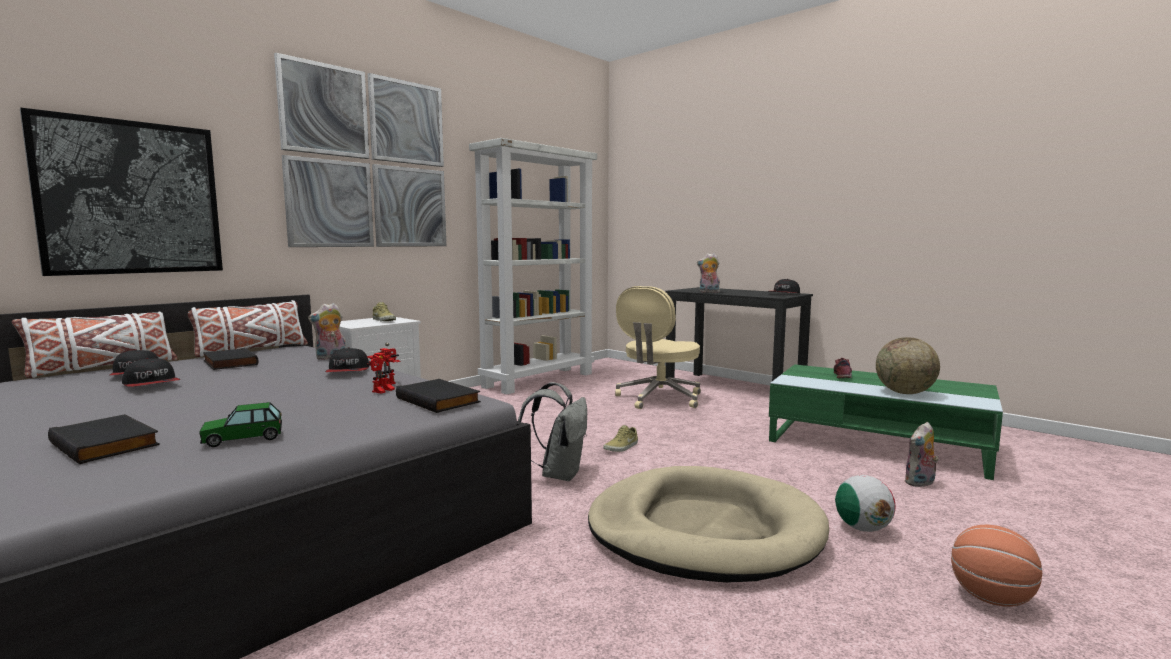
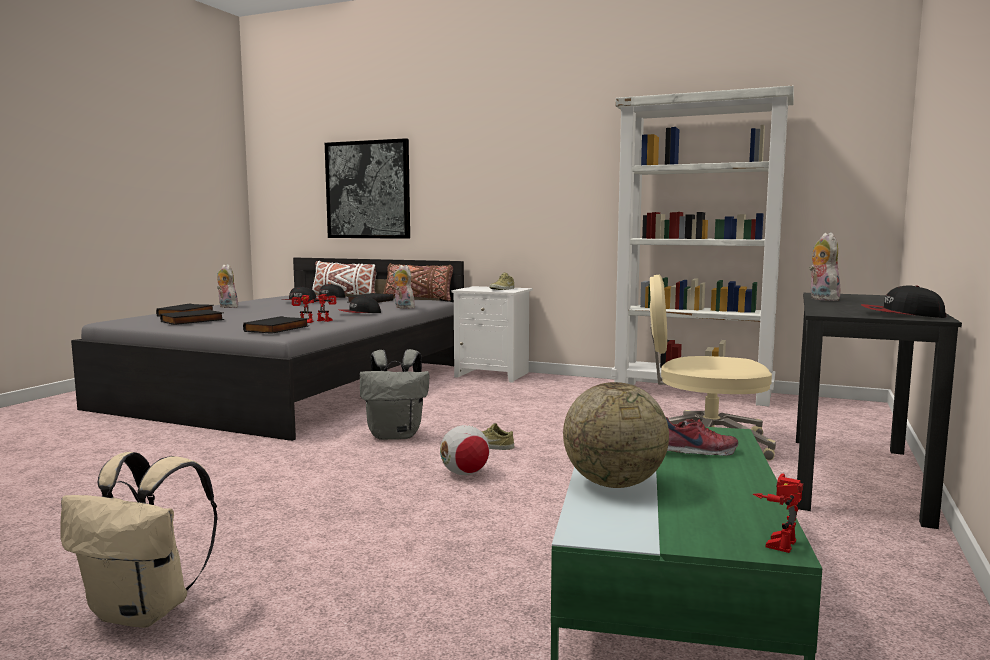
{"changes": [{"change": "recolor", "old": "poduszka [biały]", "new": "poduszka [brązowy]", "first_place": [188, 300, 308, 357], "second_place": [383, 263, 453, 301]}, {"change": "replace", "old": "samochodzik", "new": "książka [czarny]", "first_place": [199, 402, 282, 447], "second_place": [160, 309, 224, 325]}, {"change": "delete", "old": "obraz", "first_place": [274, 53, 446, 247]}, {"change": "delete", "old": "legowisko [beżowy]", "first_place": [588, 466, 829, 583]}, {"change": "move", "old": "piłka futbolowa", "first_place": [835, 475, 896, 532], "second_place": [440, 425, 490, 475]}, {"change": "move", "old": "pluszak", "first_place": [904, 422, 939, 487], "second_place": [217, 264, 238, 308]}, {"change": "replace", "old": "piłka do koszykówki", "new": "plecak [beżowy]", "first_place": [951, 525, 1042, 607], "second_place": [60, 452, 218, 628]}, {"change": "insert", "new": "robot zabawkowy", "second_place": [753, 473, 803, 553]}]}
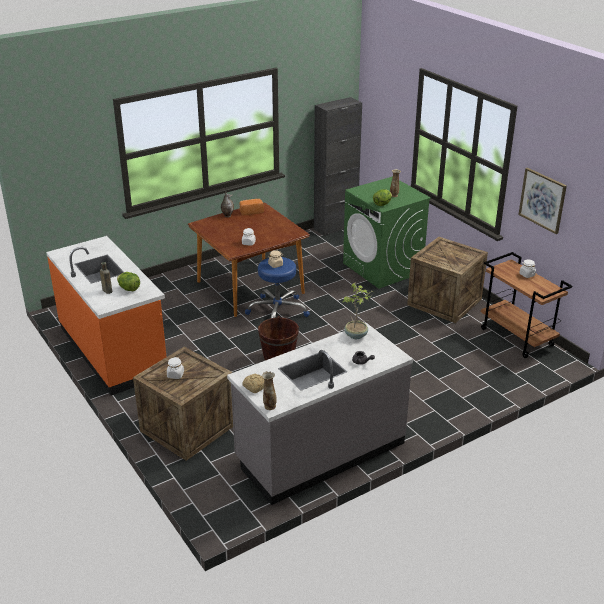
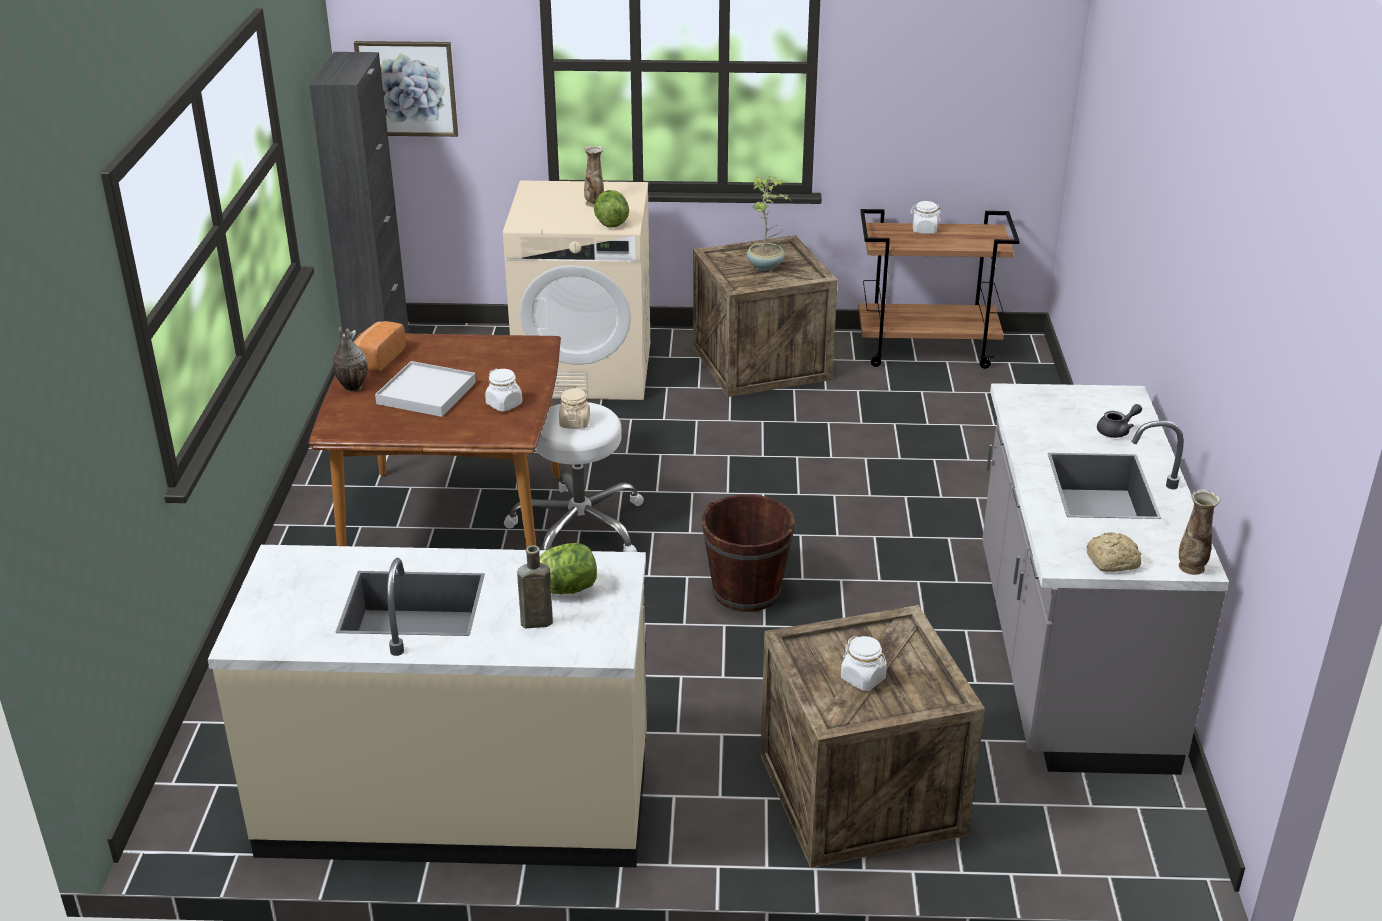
{"changes": [{"change": "recolor", "old": "zabudowa kuchenna [pomarańczowy]", "new": "zabudowa kuchenna [beżowy]", "first_place": [46, 236, 166, 396], "second_place": [208, 545, 647, 867]}, {"change": "recolor", "old": "stołek [niebieski]", "new": "stołek [biały]", "first_place": [245, 257, 310, 318], "second_place": [504, 402, 644, 552]}, {"change": "move", "old": "roślina doniczkowa", "first_place": [342, 282, 374, 339], "second_place": [747, 176, 789, 270]}, {"change": "recolor", "old": "pralka [zielony]", "new": "pralka [beżowy]", "first_place": [343, 176, 431, 289], "second_place": [503, 180, 650, 400]}, {"change": "move", "old": "obraz", "first_place": [518, 168, 567, 234], "second_place": [354, 41, 458, 137]}, {"change": "insert", "new": "taca [biały]", "second_place": [375, 361, 476, 417]}]}
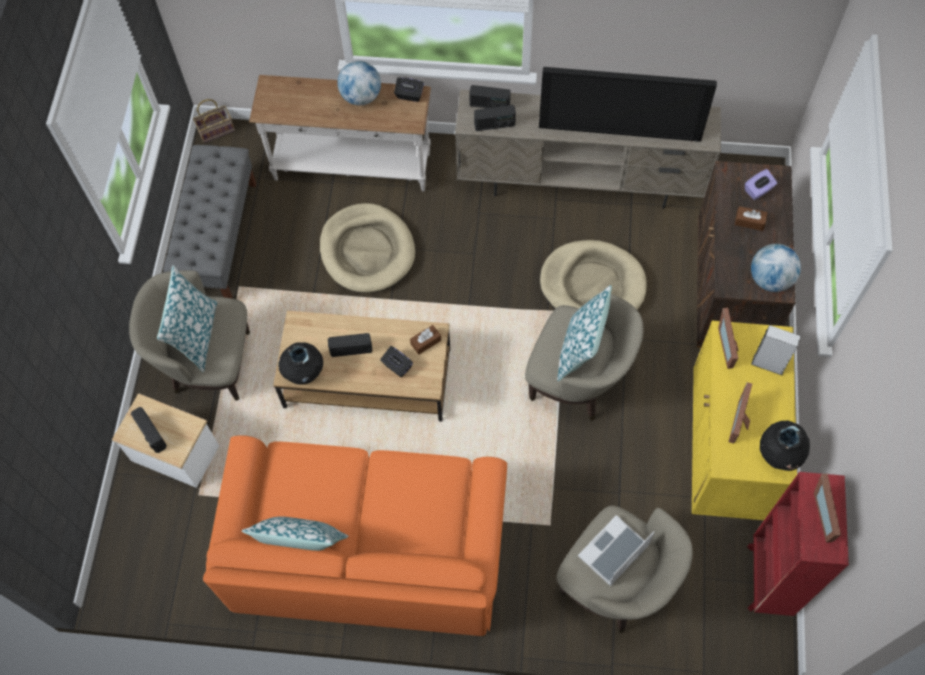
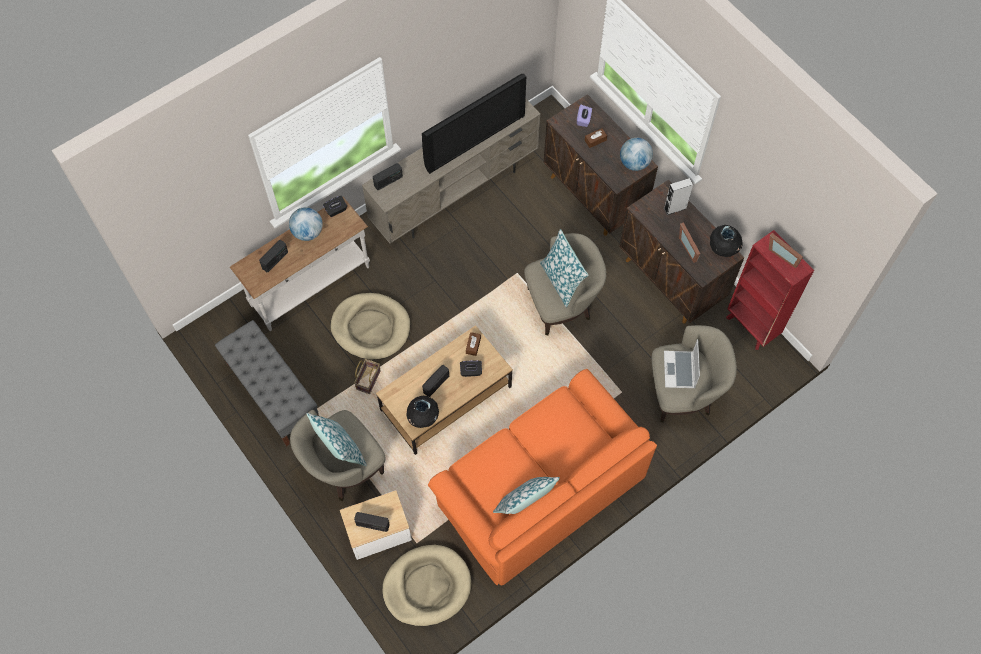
{"changes": [{"change": "move", "old": "koszyk", "first_place": [193, 99, 235, 143], "second_place": [354, 359, 381, 394]}, {"change": "move", "old": "radio", "first_place": [474, 105, 516, 131], "second_place": [259, 240, 288, 272]}, {"change": "move", "old": "legowisko [beżowy]", "first_place": [540, 240, 647, 310], "second_place": [382, 545, 471, 626]}, {"change": "recolor", "old": "szafka [żółty]", "new": "szafka [brązowy]", "first_place": [692, 321, 797, 520], "second_place": [619, 180, 744, 324]}, {"change": "delete", "old": "ramka na zdjęcie", "first_place": [718, 308, 739, 369]}]}
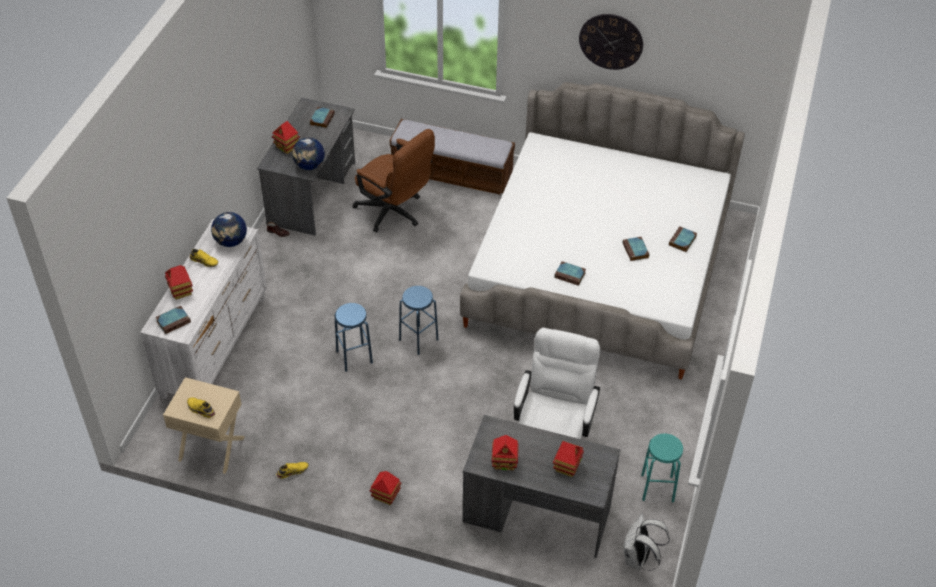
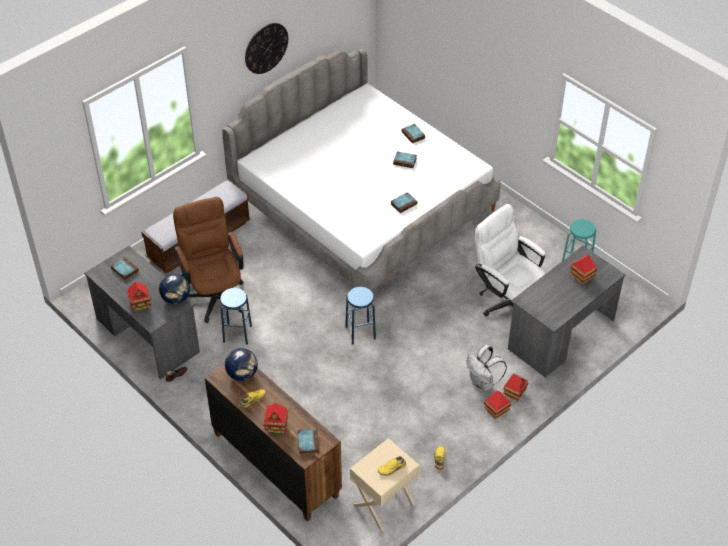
{"changes": [{"change": "recolor", "old": "komoda [biały]", "new": "komoda [brązowy]", "first_place": [140, 219, 267, 399], "second_place": [205, 364, 342, 522]}, {"change": "move", "old": "stołek [niebieski]", "first_place": [335, 303, 373, 372], "second_place": [220, 288, 252, 345]}, {"change": "rotate", "old": "krzesło biurowe [brązowy]", "first_place": [353, 129, 435, 232], "second_place": [173, 197, 244, 323], "degrees": -90}, {"change": "move", "old": "domek", "first_place": [491, 435, 519, 470], "second_place": [503, 374, 528, 402]}, {"change": "move", "old": "plecak [biały]", "first_place": [623, 514, 670, 571], "second_place": [466, 345, 507, 392]}]}
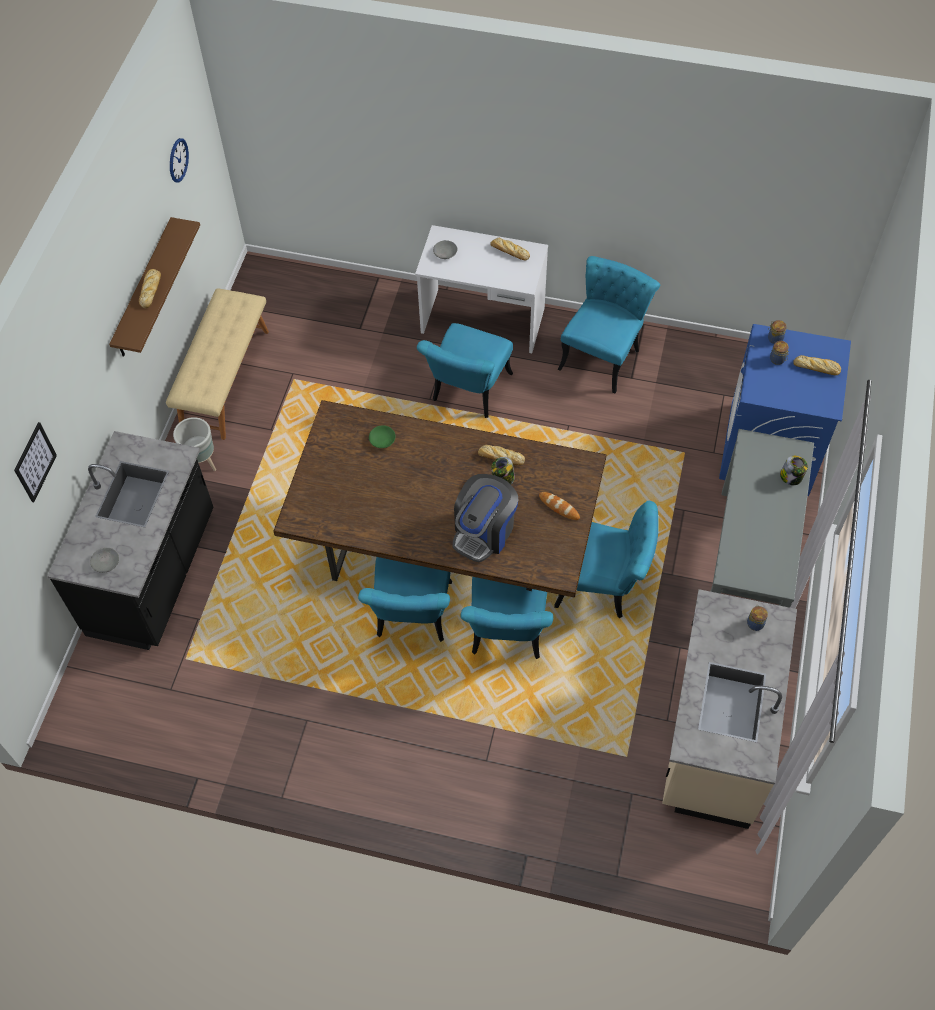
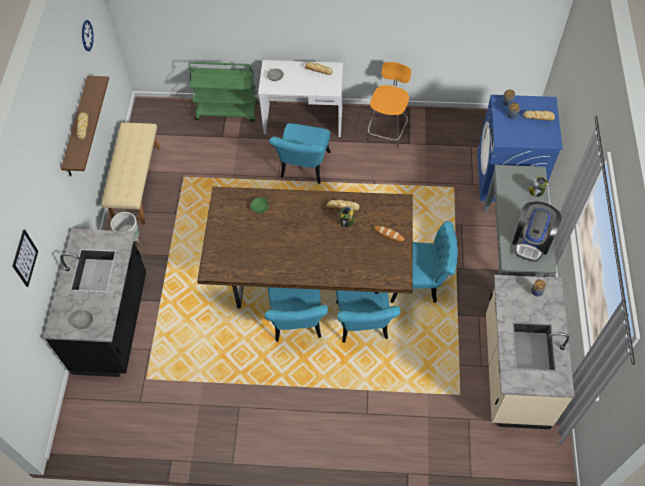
{"changes": [{"change": "move", "old": "ekspres do kawy", "first_place": [453, 474, 518, 562], "second_place": [512, 202, 561, 262]}, {"change": "replace", "old": "krzesło [turkusowy]", "new": "stołek [pomarańczowy]", "first_place": [558, 256, 660, 393], "second_place": [367, 62, 411, 148]}, {"change": "insert", "new": "wózek [zielony]", "second_place": [189, 62, 258, 122]}]}
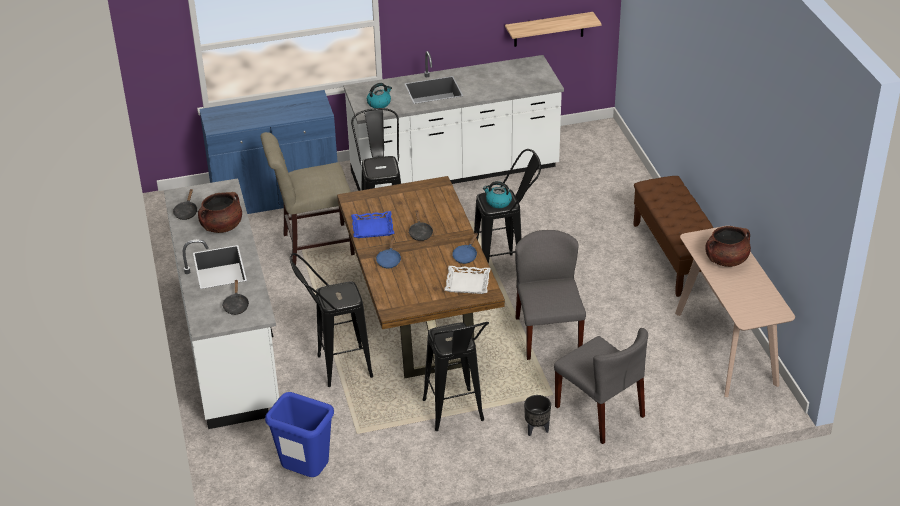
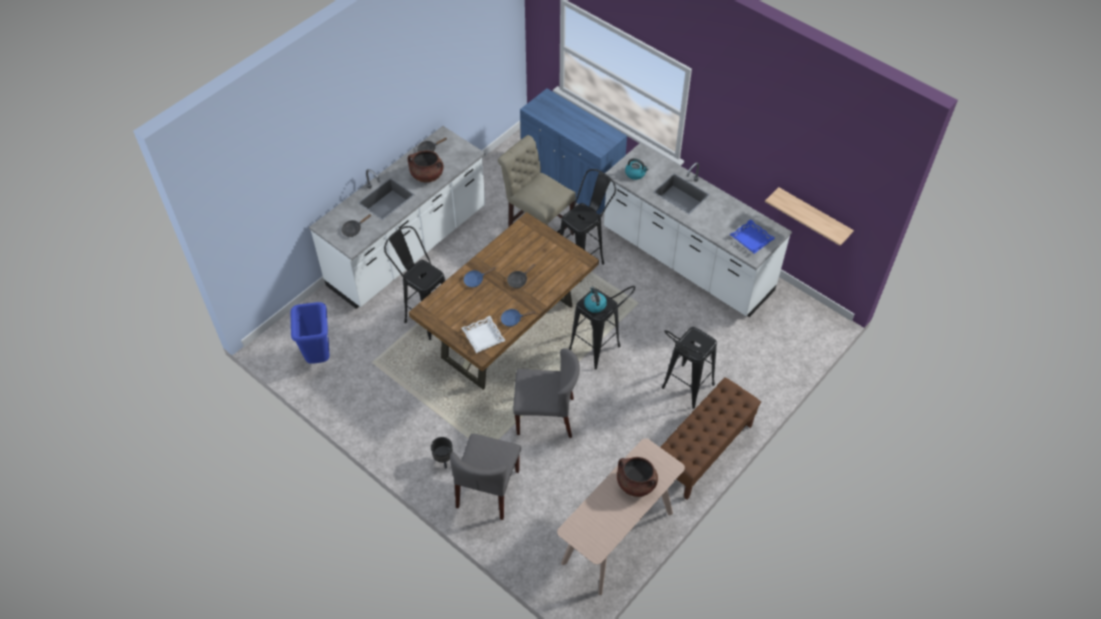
{"changes": [{"change": "move", "old": "taca [niebieski]", "first_place": [351, 211, 395, 238], "second_place": [730, 219, 775, 254]}, {"change": "move", "old": "stołek [czarny]", "first_place": [423, 322, 489, 431], "second_place": [662, 327, 717, 409]}, {"change": "rotate", "old": "krzesło [szary]", "first_place": [515, 230, 586, 360], "second_place": [513, 348, 580, 438], "degrees": 45}]}
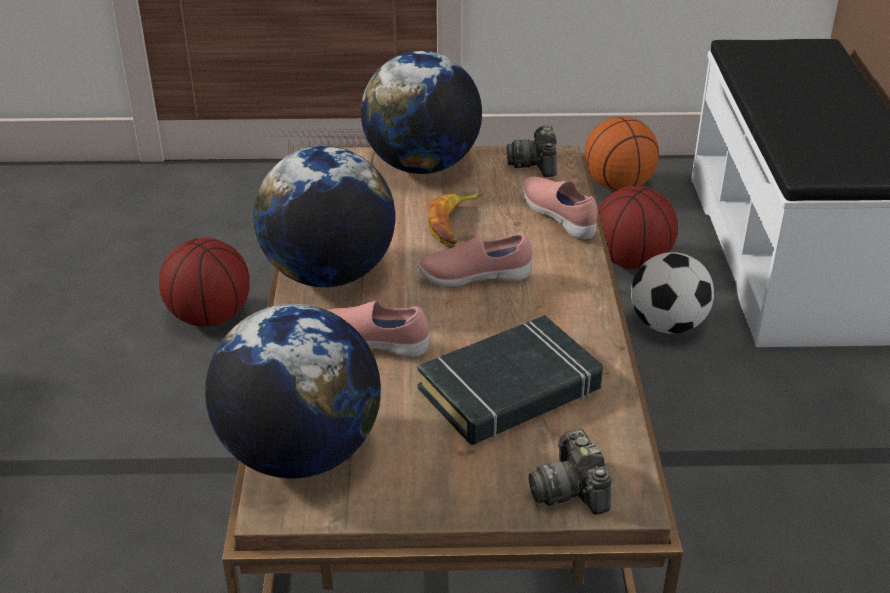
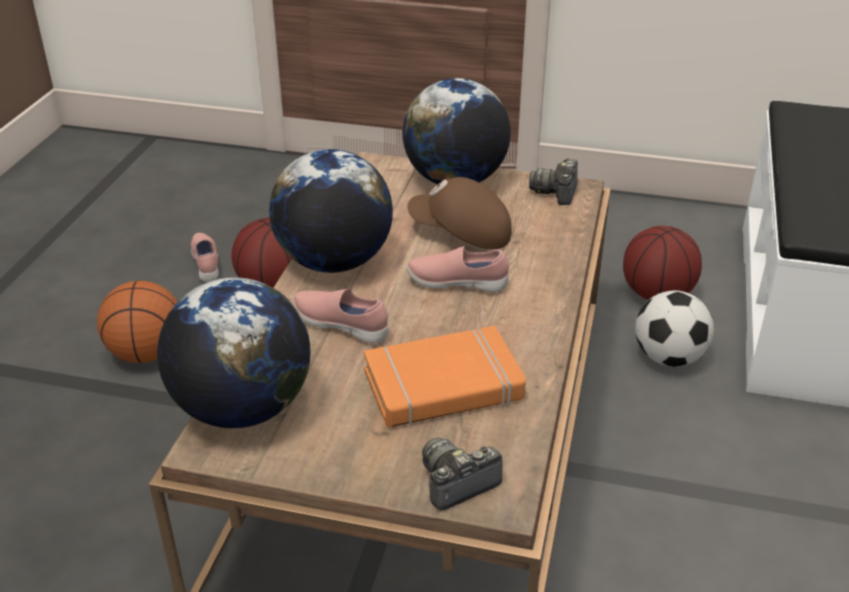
{"changes": [{"change": "recolor", "old": "książka [czarny]", "new": "książka [pomarańczowy]", "first_place": [417, 315, 603, 445], "second_place": [363, 326, 526, 428]}, {"change": "replace", "old": "banan", "new": "czapka z daszkiem [brązowy]", "first_place": [428, 194, 483, 244], "second_place": [407, 177, 512, 249]}, {"change": "move", "old": "but [różowy]", "first_place": [523, 176, 597, 239], "second_place": [191, 233, 219, 282]}, {"change": "rotate", "old": "aparat fotograficzny", "first_place": [529, 428, 611, 514], "second_place": [422, 438, 503, 511], "degrees": 60}, {"change": "move", "old": "piłka do koszykówki", "first_place": [584, 116, 659, 191], "second_place": [97, 280, 177, 363]}]}
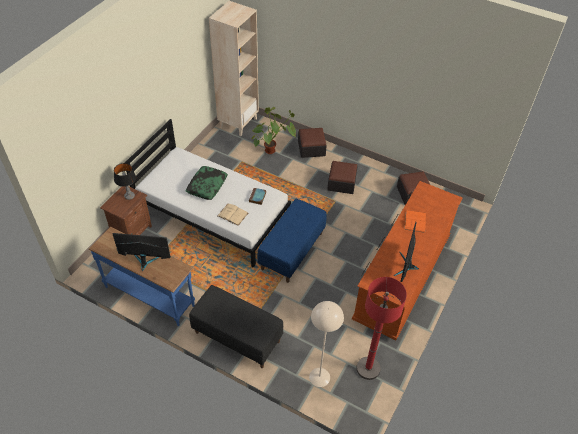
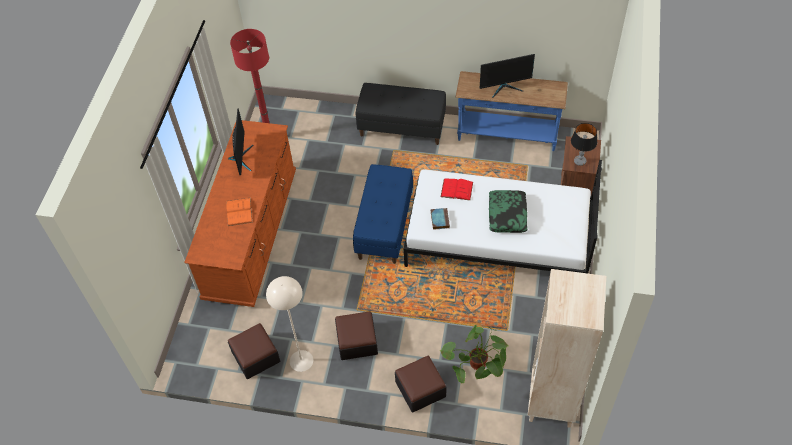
{"changes": [{"change": "recolor", "old": "książka [beżowy]", "new": "książka [czerwony]", "first_place": [218, 204, 248, 226], "second_place": [441, 179, 473, 201]}, {"change": "move", "old": "lampa stojąca [beżowy]", "first_place": [309, 301, 344, 387], "second_place": [266, 276, 313, 372]}]}
